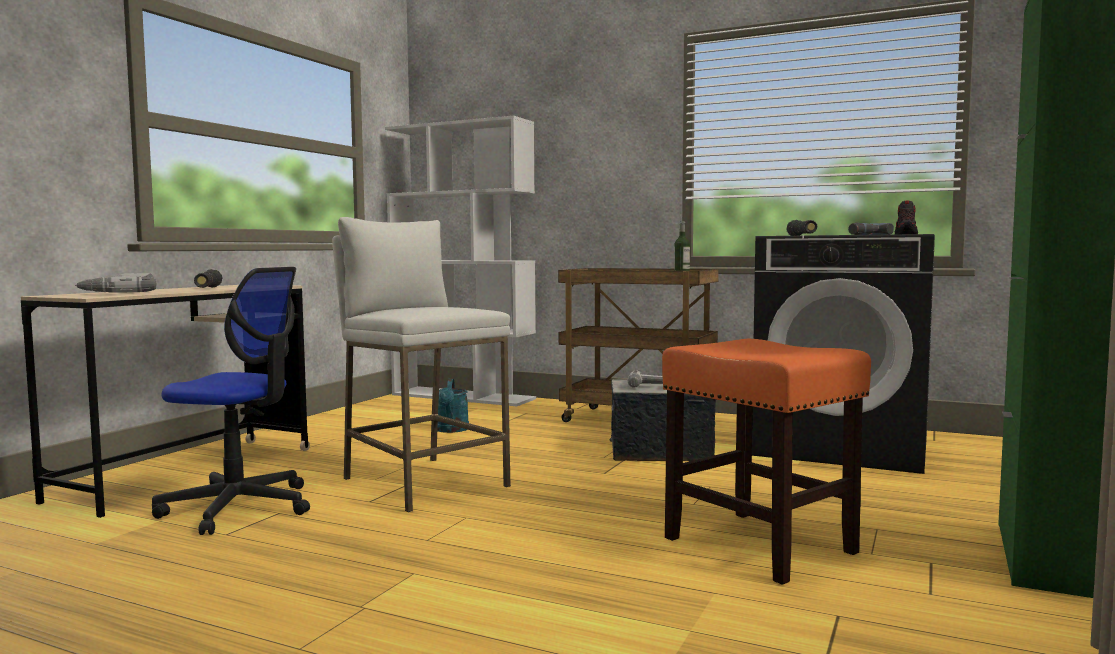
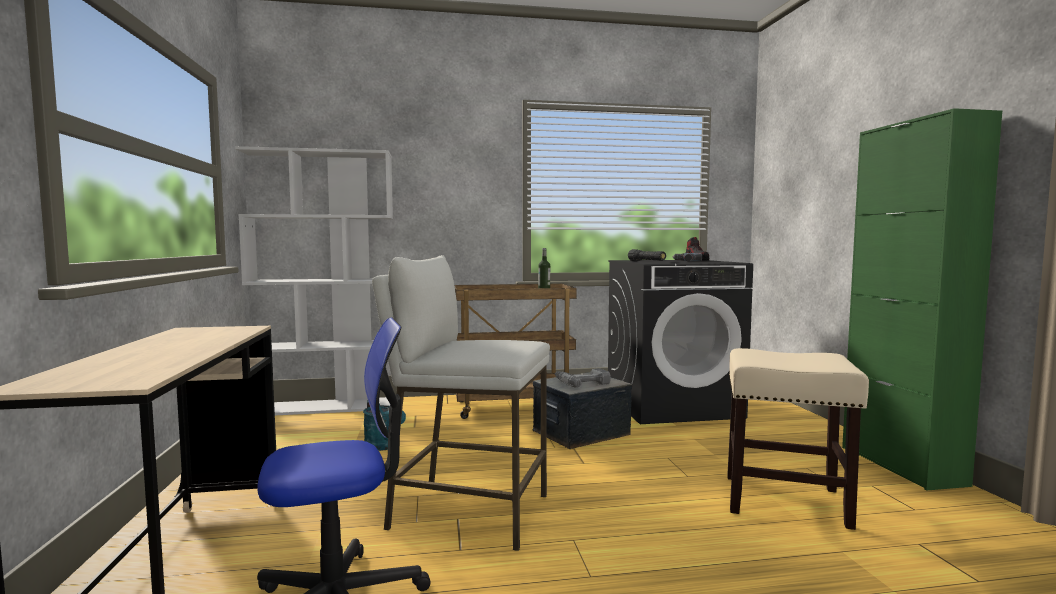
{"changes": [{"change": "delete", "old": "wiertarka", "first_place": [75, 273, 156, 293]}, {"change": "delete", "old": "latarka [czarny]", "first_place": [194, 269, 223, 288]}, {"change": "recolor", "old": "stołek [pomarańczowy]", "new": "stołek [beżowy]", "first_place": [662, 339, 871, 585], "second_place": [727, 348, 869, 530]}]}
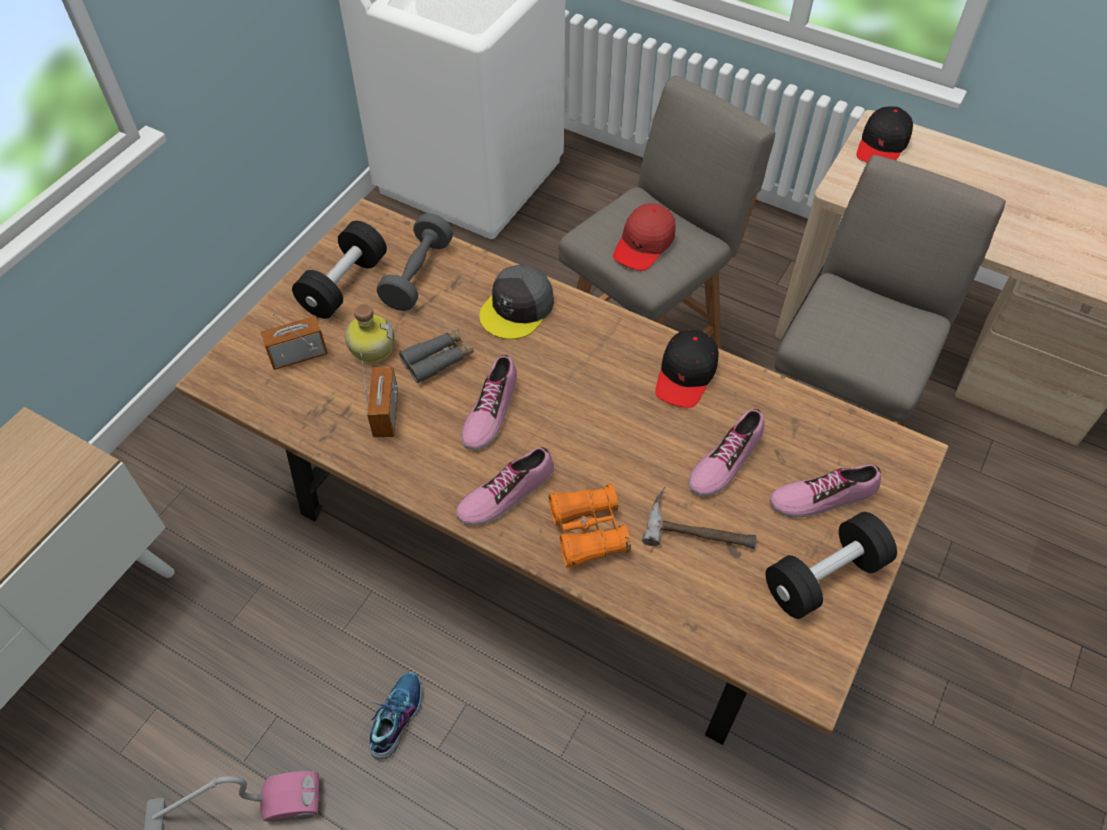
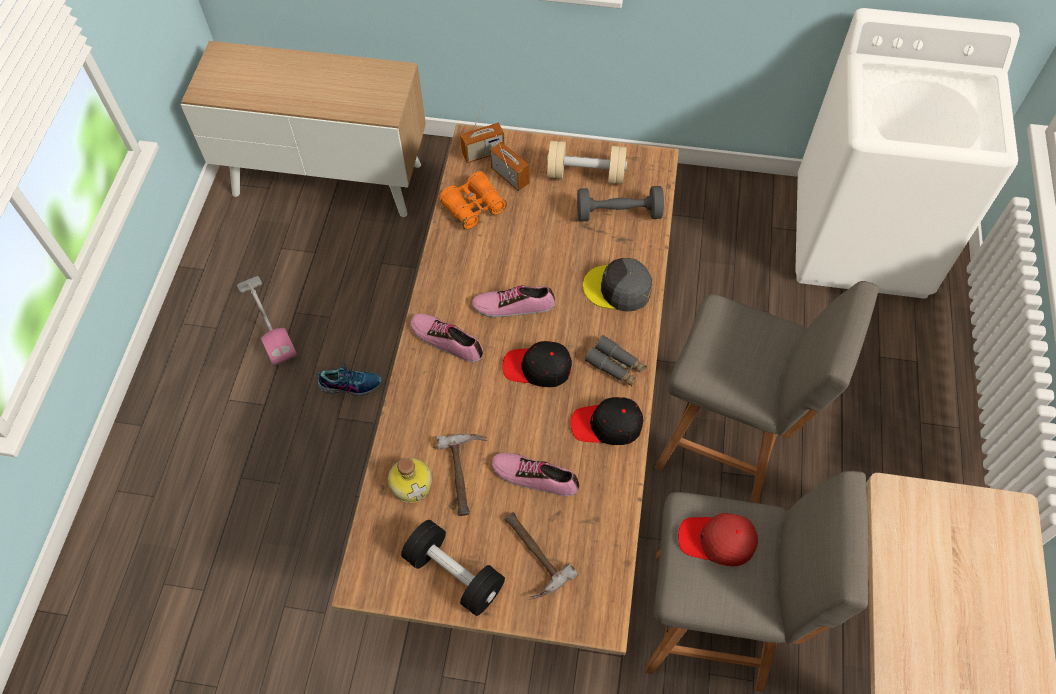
{"changes": [{"change": "recolor", "old": "hantel [czarny]", "new": "hantel [beżowy]", "first_place": [292, 221, 387, 319], "second_place": [547, 141, 627, 184]}, {"change": "move", "old": "butelka", "first_place": [345, 304, 394, 363], "second_place": [388, 458, 432, 503]}, {"change": "move", "old": "radio", "first_place": [360, 353, 398, 437], "second_place": [460, 102, 504, 163]}, {"change": "move", "old": "lornetka [szary]", "first_place": [399, 329, 474, 383], "second_place": [585, 335, 647, 386]}, {"change": "move", "old": "lornetka [pomarańczowy]", "first_place": [549, 484, 631, 567], "second_place": [439, 171, 507, 230]}, {"change": "move", "old": "czapka z daszkiem [czerwony]", "first_place": [613, 203, 676, 271], "second_place": [678, 513, 758, 566]}, {"change": "replace", "old": "but", "new": "młotek", "first_place": [770, 464, 881, 517], "second_place": [504, 512, 578, 599]}, {"change": "move", "old": "czapka z daszkiem [czarny]", "first_place": [857, 106, 913, 162], "second_place": [502, 341, 572, 387]}]}
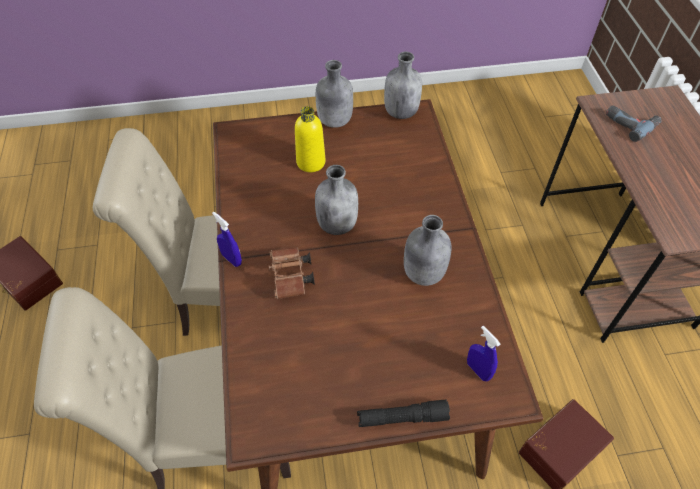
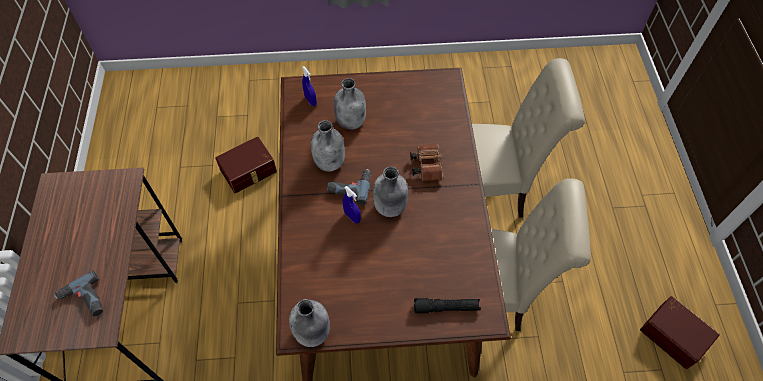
{"changes": [{"change": "move", "old": "spryskiwacz [niebieski]", "first_place": [212, 212, 242, 267], "second_place": [343, 186, 361, 224]}, {"change": "delete", "old": "butelka [żółty]", "first_place": [295, 106, 326, 172]}, {"change": "move", "old": "butelka [szary]", "first_place": [316, 60, 353, 128], "second_place": [334, 78, 366, 130]}, {"change": "move", "old": "latarka [czarny]", "first_place": [357, 399, 450, 427], "second_place": [414, 298, 481, 313]}, {"change": "insert", "new": "wiertarka", "second_place": [327, 169, 371, 205]}]}
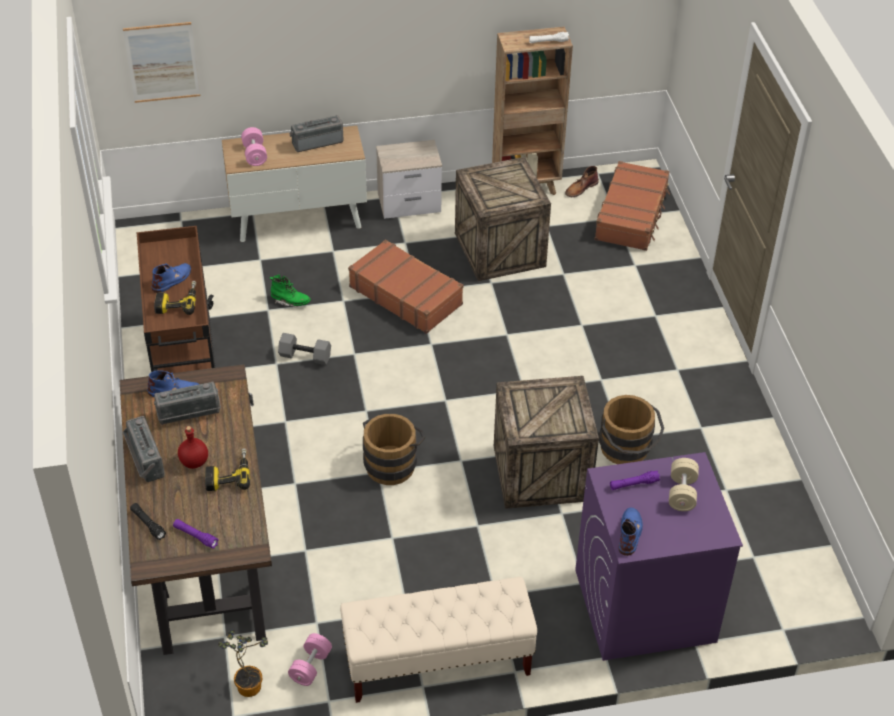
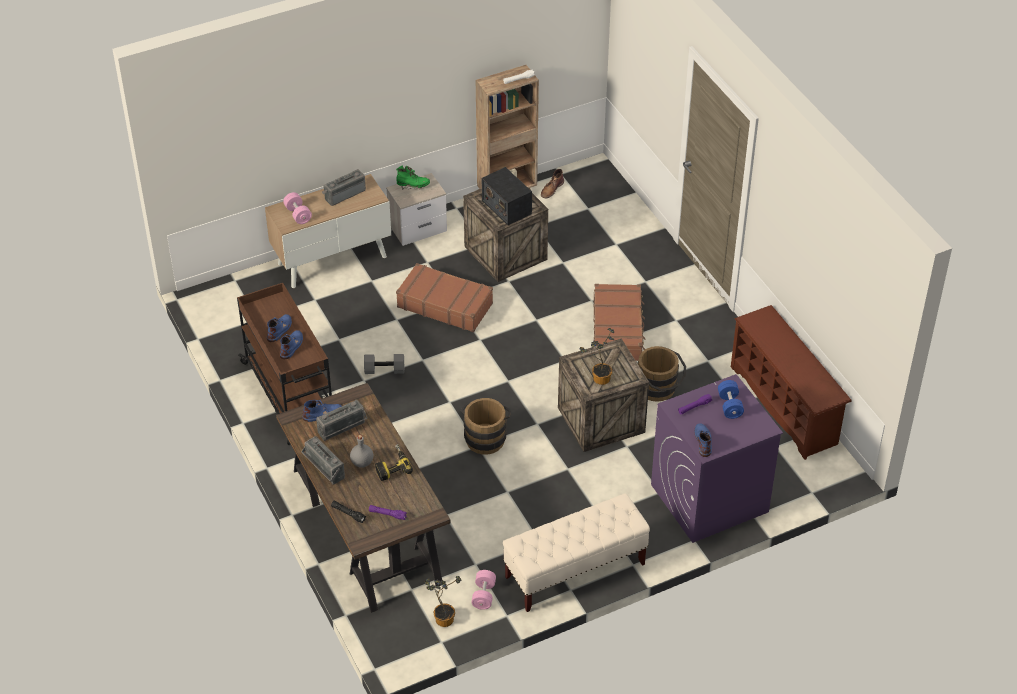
{"changes": [{"change": "delete", "old": "obraz", "first_place": [123, 22, 200, 103]}, {"change": "replace", "old": "wiertarka", "new": "but z cholewką [niebieski]", "first_place": [154, 281, 196, 315], "second_place": [280, 330, 303, 359]}, {"change": "recolor", "old": "butelka [czerwony]", "new": "butelka [szary]", "first_place": [178, 426, 208, 469], "second_place": [350, 435, 373, 468]}, {"change": "move", "old": "but z cholewką [zielony]", "first_place": [270, 275, 311, 308], "second_place": [396, 166, 430, 190]}, {"change": "move", "old": "walizka [brązowy]", "first_place": [594, 161, 670, 251], "second_place": [593, 284, 645, 361]}, {"change": "recolor", "old": "hantel [beżowy]", "new": "hantel [niebieski]", "first_place": [669, 458, 699, 511], "second_place": [718, 380, 744, 419]}, {"change": "insert", "new": "radio", "second_place": [482, 167, 532, 225]}, {"change": "insert", "new": "roślina doniczkowa", "second_place": [580, 328, 614, 385]}, {"change": "insert", "new": "regał na buty [brązowy]", "second_place": [731, 305, 852, 460]}]}
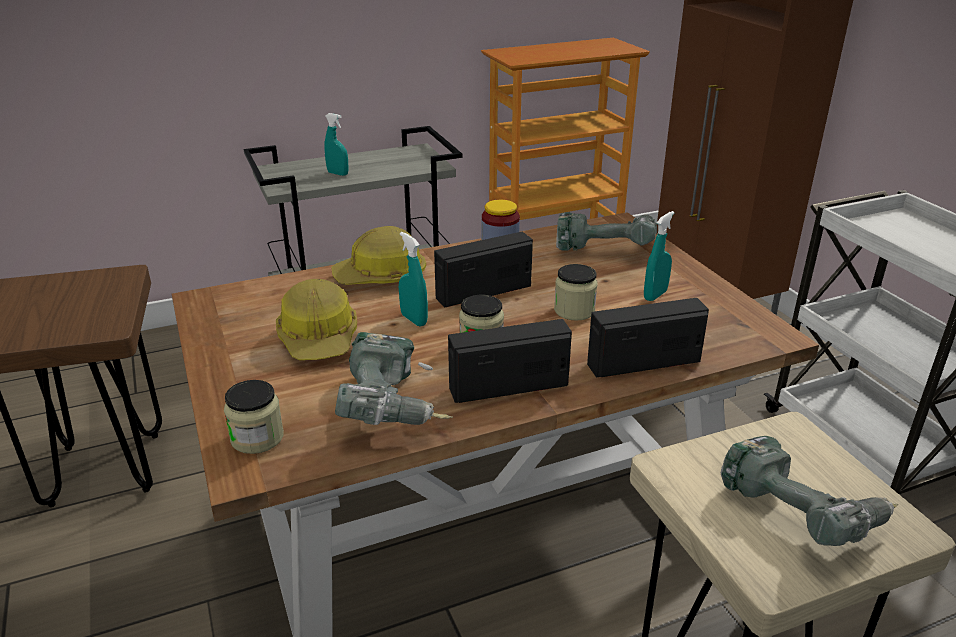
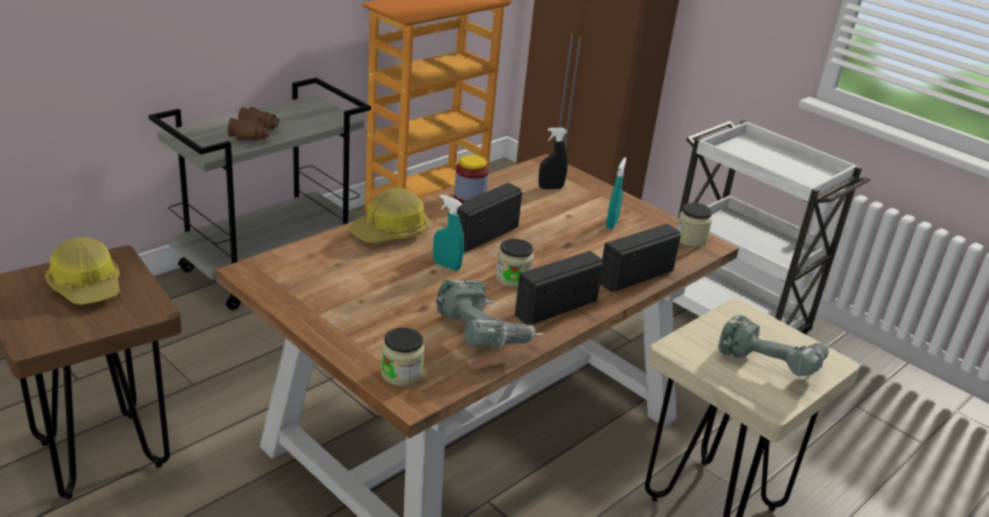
{"changes": [{"change": "move", "old": "kask", "first_place": [276, 279, 357, 360], "second_place": [45, 237, 120, 305]}, {"change": "replace", "old": "spryskiwacz [turkusowy]", "new": "lornetka [brązowy]", "first_place": [324, 113, 348, 176], "second_place": [228, 107, 279, 141]}, {"change": "move", "old": "słoik", "first_place": [554, 264, 598, 321], "second_place": [677, 203, 712, 247]}, {"change": "replace", "old": "wiertarka", "new": "spryskiwacz [czarny]", "first_place": [556, 212, 657, 251], "second_place": [538, 128, 568, 189]}]}
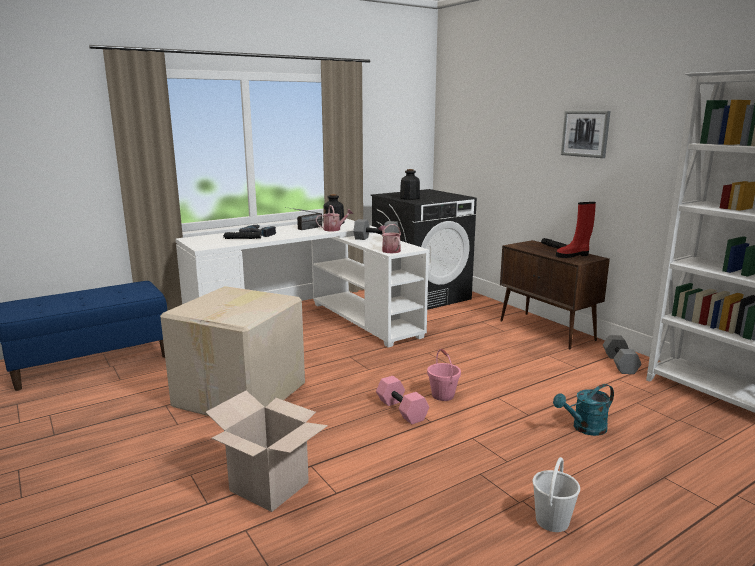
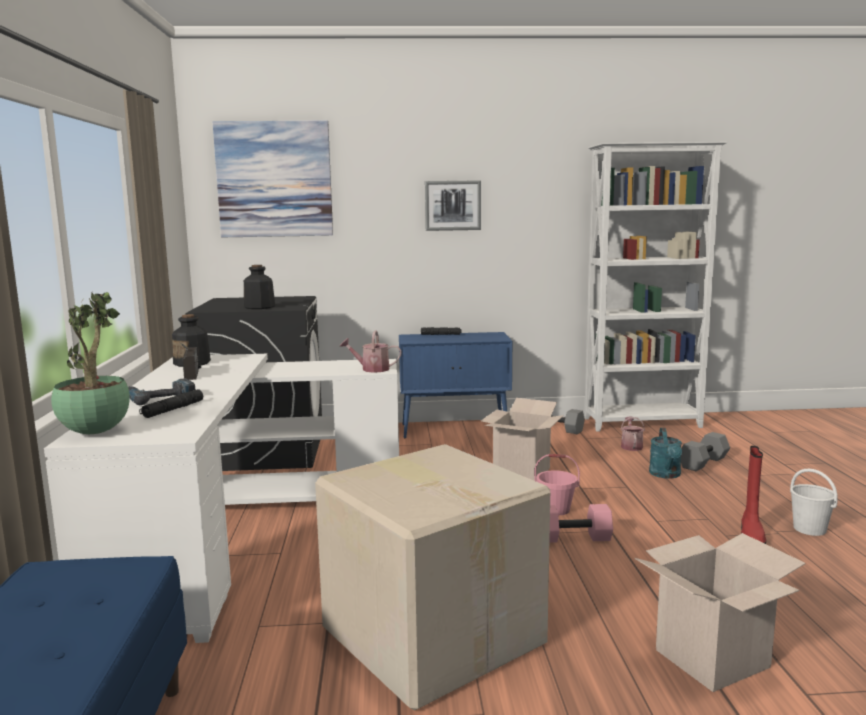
{"changes": [{"change": "move", "old": "konewka", "first_place": [316, 205, 353, 231], "second_place": [620, 416, 645, 451]}, {"change": "move", "old": "hantel [szary]", "first_place": [353, 219, 399, 240], "second_place": [681, 432, 730, 471]}, {"change": "recolor", "old": "szafka [brązowy]", "new": "szafka [niebieski]", "first_place": [500, 240, 610, 350], "second_place": [399, 332, 512, 439]}, {"change": "move", "old": "but z cholewką [czerwony]", "first_place": [556, 202, 596, 258], "second_place": [741, 446, 766, 544]}, {"change": "insert", "new": "roślina doniczkowa", "second_place": [51, 292, 130, 434]}, {"change": "insert", "new": "obraz", "second_place": [213, 120, 333, 237]}, {"change": "insert", "new": "karton", "second_place": [481, 398, 564, 480]}]}
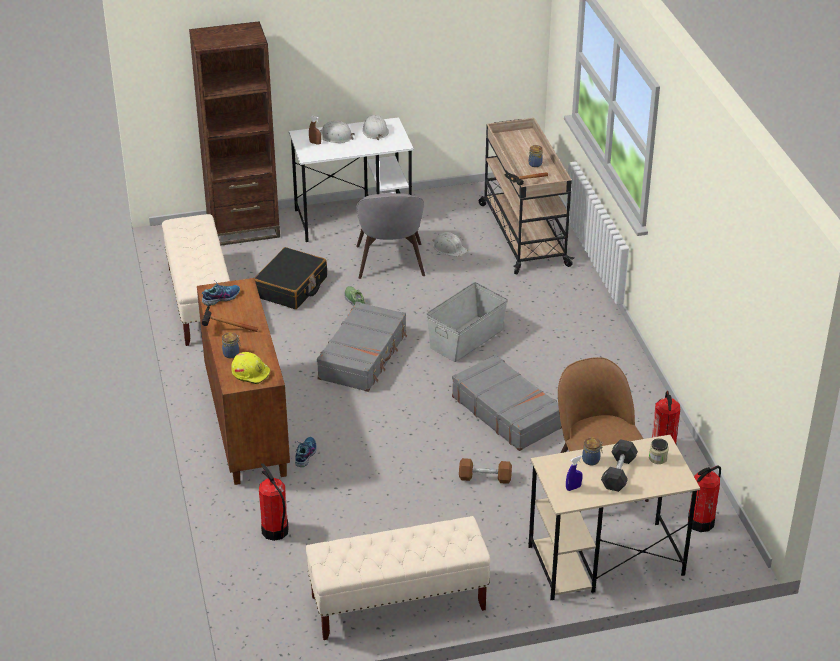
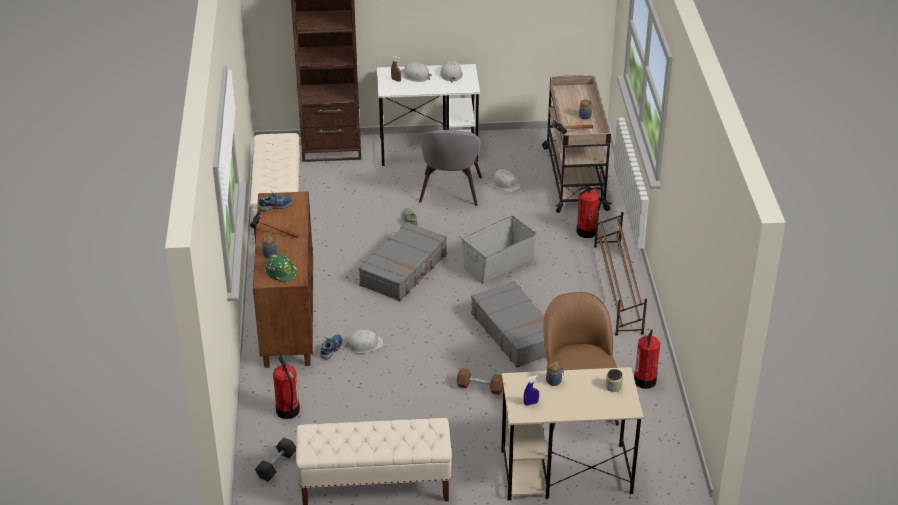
{"changes": [{"change": "recolor", "old": "kask [żółty]", "new": "kask [zielony]", "first_place": [231, 352, 271, 384], "second_place": [265, 254, 298, 283]}, {"change": "delete", "old": "walizka [czarny]", "first_place": [254, 247, 327, 309]}, {"change": "move", "old": "hantel [czarny]", "first_place": [601, 439, 638, 492], "second_place": [255, 437, 296, 482]}, {"change": "move", "old": "gaśnica", "first_place": [688, 465, 721, 532], "second_place": [576, 186, 603, 238]}, {"change": "insert", "new": "kask [biały]", "second_place": [346, 330, 384, 353]}, {"change": "insert", "new": "regał na buty [brązowy]", "second_place": [594, 212, 647, 336]}]}
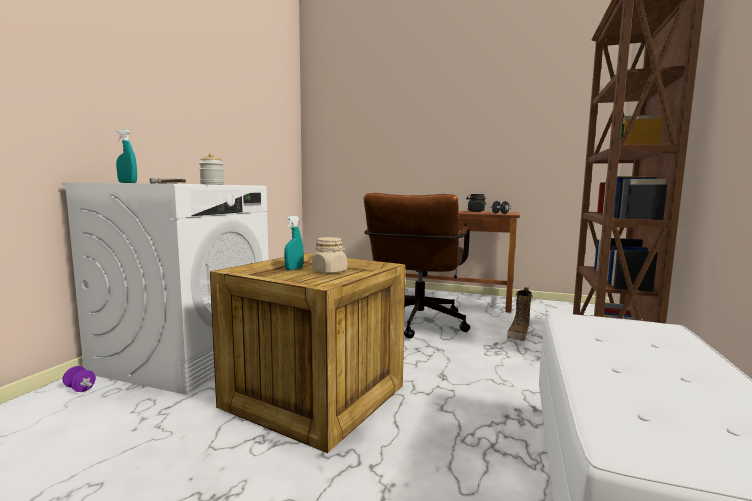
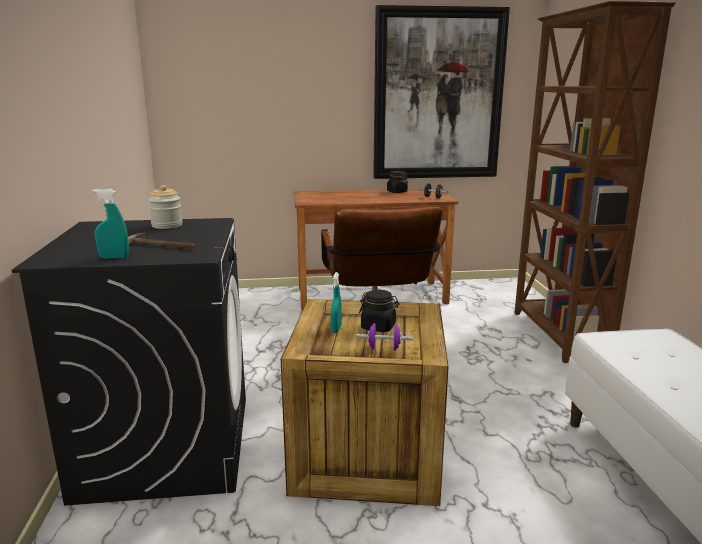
{"changes": [{"change": "recolor", "old": "pralka [biały]", "new": "pralka [czarny]", "first_place": [62, 183, 269, 395], "second_place": [12, 218, 246, 506]}, {"change": "move", "old": "hantel [fioletowy]", "first_place": [63, 366, 96, 392], "second_place": [356, 323, 413, 351]}, {"change": "recolor", "old": "słoik [beżowy]", "new": "słoik [czarny]", "first_place": [312, 237, 347, 273], "second_place": [359, 290, 400, 332]}, {"change": "delete", "old": "but z cholewką", "first_place": [507, 287, 533, 341]}, {"change": "insert", "new": "obraz", "second_place": [373, 5, 510, 179]}]}
